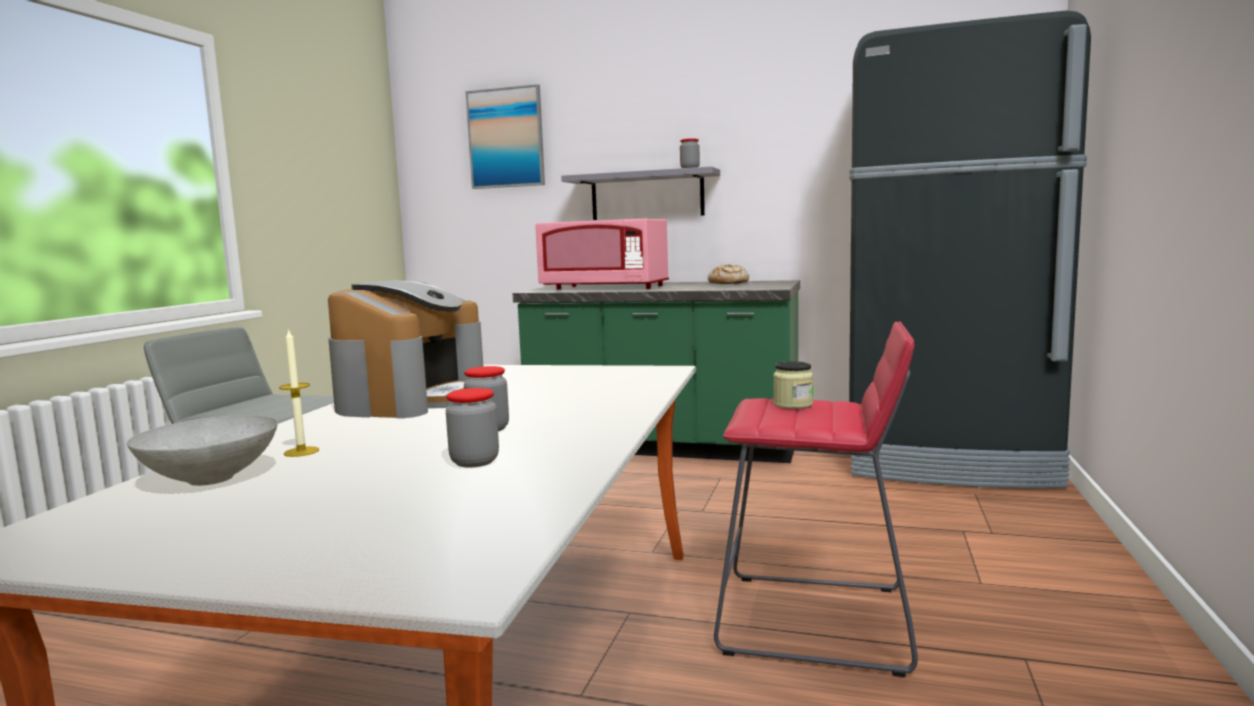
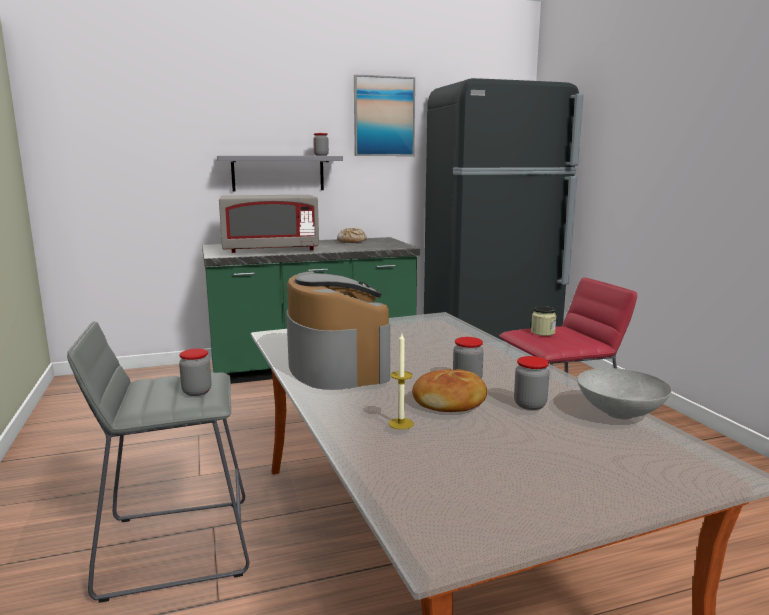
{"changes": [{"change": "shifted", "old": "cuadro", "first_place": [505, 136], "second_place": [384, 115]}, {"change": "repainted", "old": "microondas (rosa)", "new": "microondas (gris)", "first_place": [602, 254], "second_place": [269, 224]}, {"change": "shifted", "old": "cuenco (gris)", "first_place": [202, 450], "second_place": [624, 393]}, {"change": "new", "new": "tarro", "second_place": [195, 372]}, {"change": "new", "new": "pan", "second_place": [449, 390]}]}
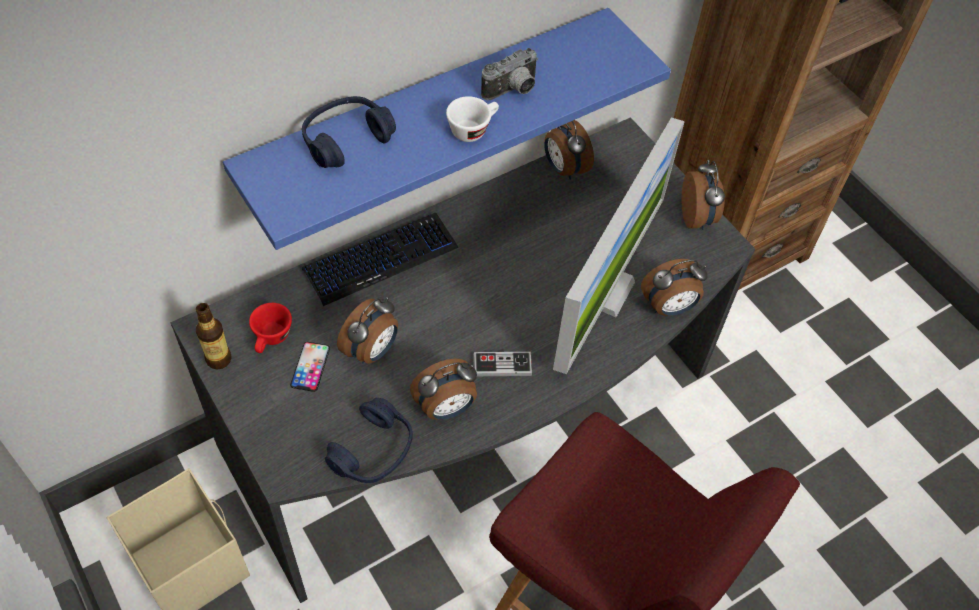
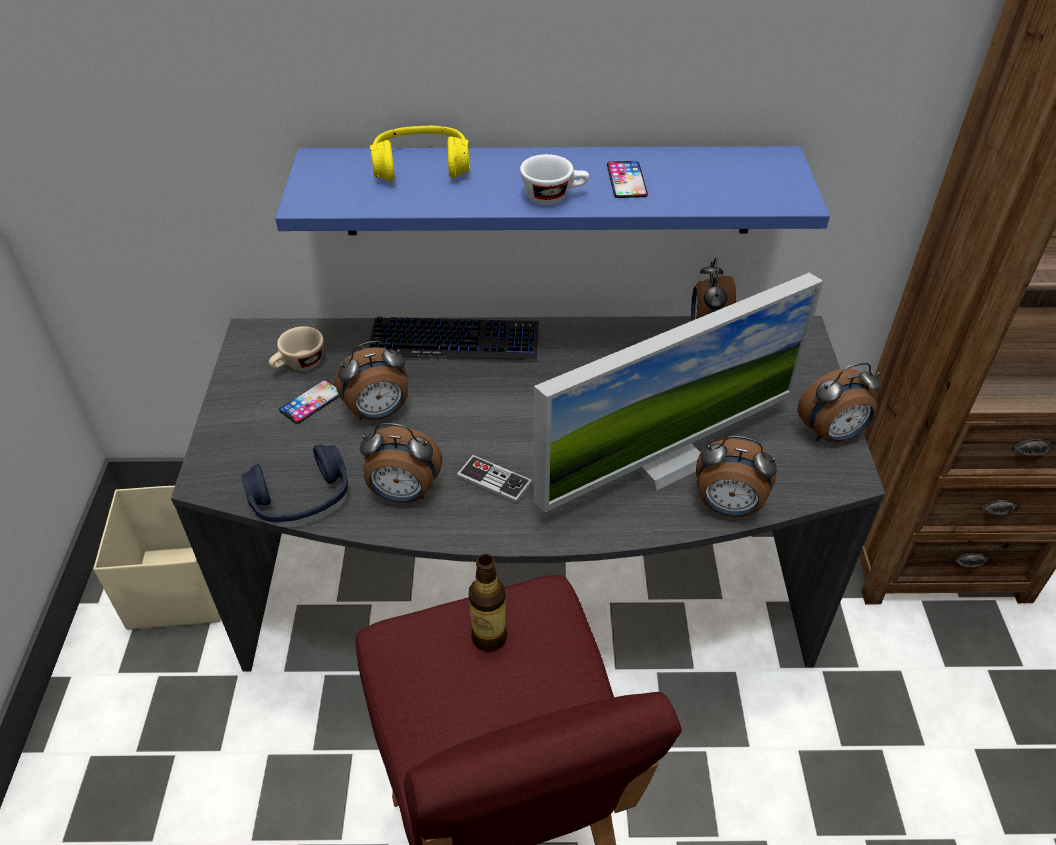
{"changes": [{"change": "swapped", "old": "cámara", "new": "móvil", "first_place": [509, 74], "second_place": [627, 179]}, {"change": "repainted", "old": "auriculares (azul)", "new": "auriculares (amarillo)", "first_place": [349, 132], "second_place": [420, 154]}, {"change": "rotated", "old": "despertador", "first_place": [703, 195], "second_place": [839, 402], "degrees": 45}, {"change": "shifted", "old": "botella", "first_place": [214, 336], "second_place": [488, 603]}, {"change": "repainted", "old": "taza (rojo)", "new": "taza (beis)", "first_place": [270, 328], "second_place": [296, 348]}]}
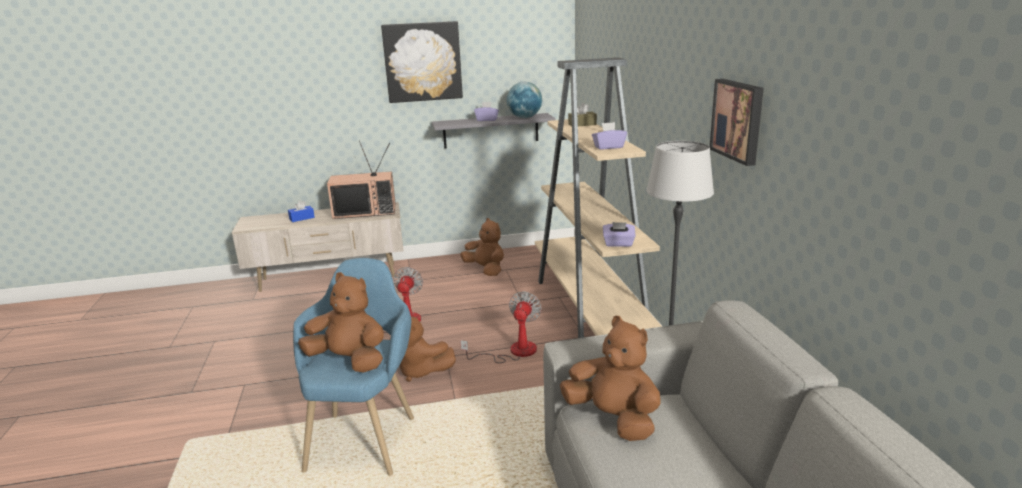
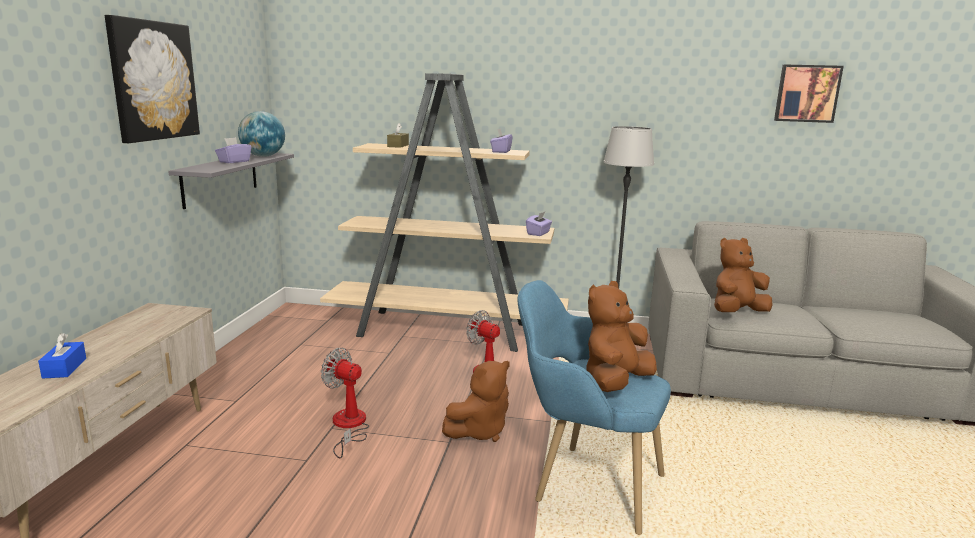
{"changes": [{"change": "shifted", "old": "cuadro", "first_place": [737, 122], "second_place": [809, 94]}, {"change": "gone", "old": "televisor", "first_place": [361, 179]}, {"change": "gone", "old": "peluche (marrón)", "first_place": [482, 247]}]}
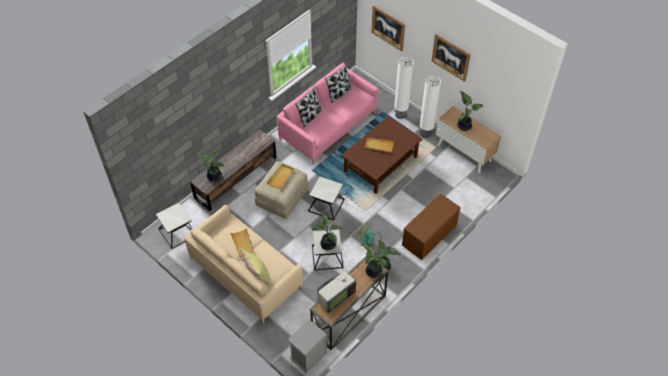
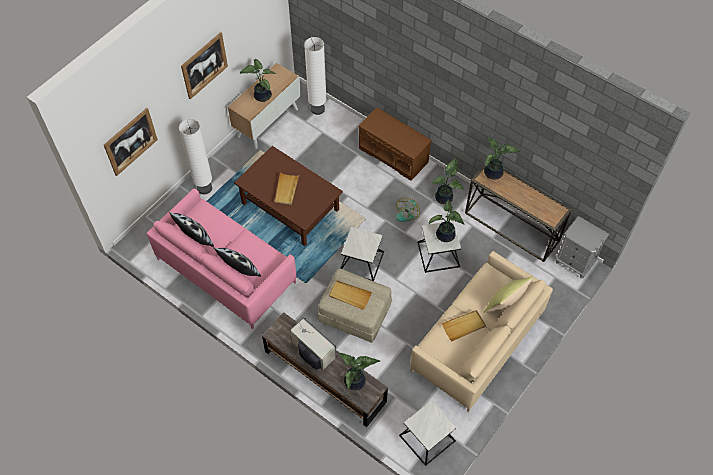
{"changes": [{"change": "shifted", "old": "lámpara de pie (blanco)", "first_place": [430, 106], "second_place": [315, 76]}, {"change": "shifted", "old": "televisor", "first_place": [336, 288], "second_place": [313, 341]}]}
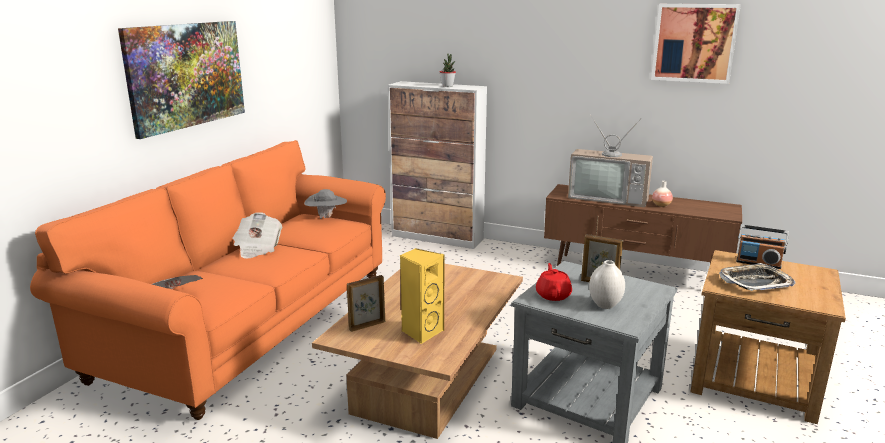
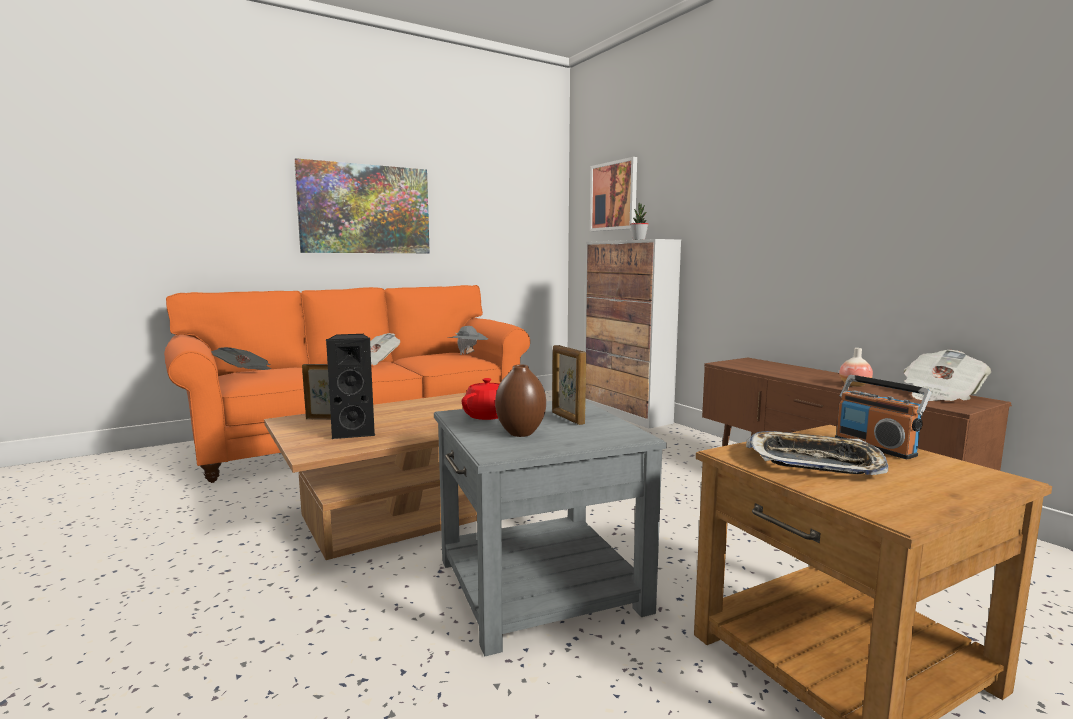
{"changes": [{"change": "shifted", "old": "cuadro", "first_place": [696, 44], "second_place": [613, 194]}, {"change": "gone", "old": "televisor", "first_place": [610, 161]}, {"change": "repainted", "old": "altavoz (amarillo)", "new": "altavoz (negro)", "first_place": [422, 296], "second_place": [350, 386]}, {"change": "repainted", "old": "florero (blanco)", "new": "florero (marrón)", "first_place": [607, 284], "second_place": [520, 400]}, {"change": "new", "new": "periódico", "second_place": [947, 375]}]}
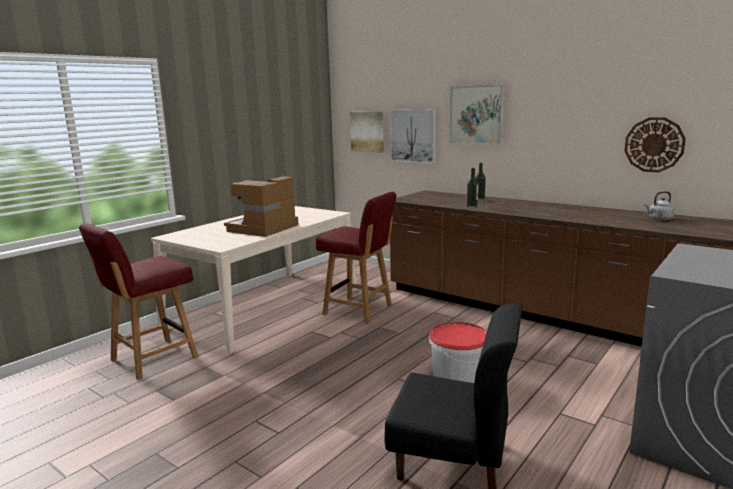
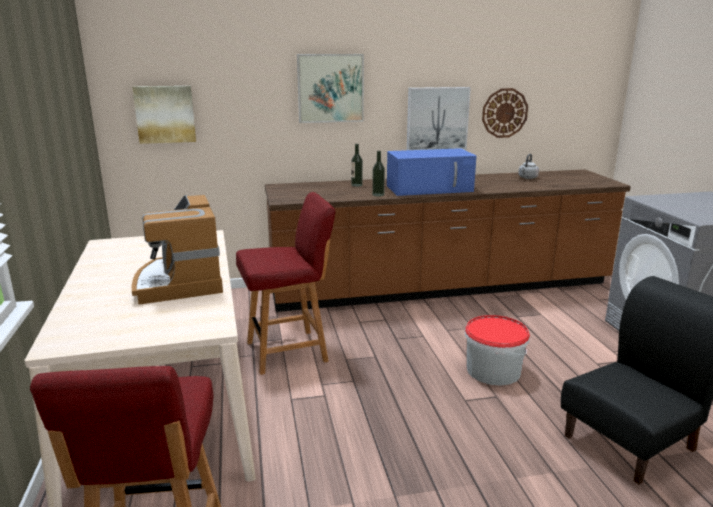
{"changes": [{"change": "shifted", "old": "cuadro", "first_place": [413, 137], "second_place": [439, 118]}, {"change": "new", "new": "microondas (azul)", "second_place": [431, 172]}]}
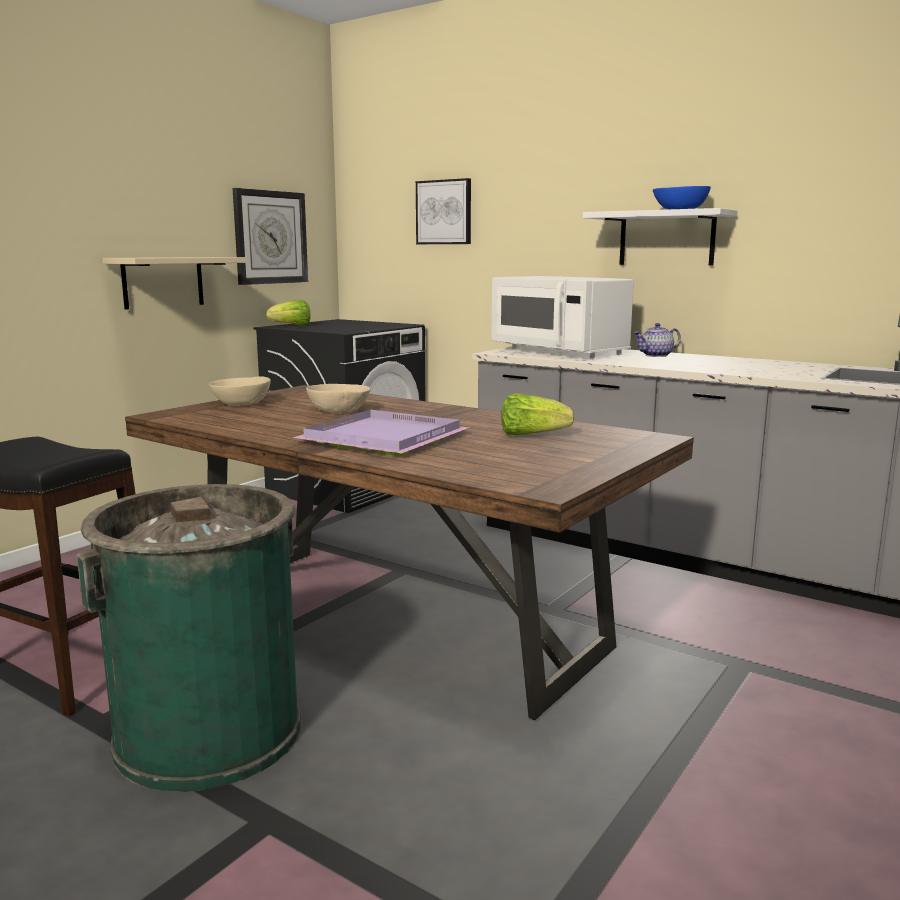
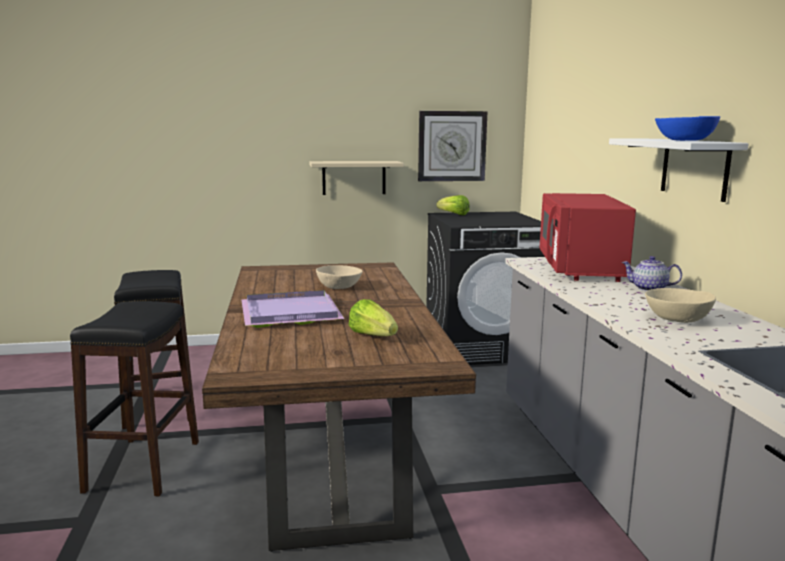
{"changes": [{"change": "gone", "old": "cuadro", "first_place": [443, 211]}, {"change": "repainted", "old": "microondas (blanco)", "new": "microondas (rojo)", "first_place": [562, 317], "second_place": [588, 237]}, {"change": "shifted", "old": "cuenco (beis)", "first_place": [240, 391], "second_place": [680, 305]}, {"change": "swapped", "old": "papelera (verde)", "new": "taburete (negro)", "first_place": [189, 638], "second_place": [134, 398]}]}
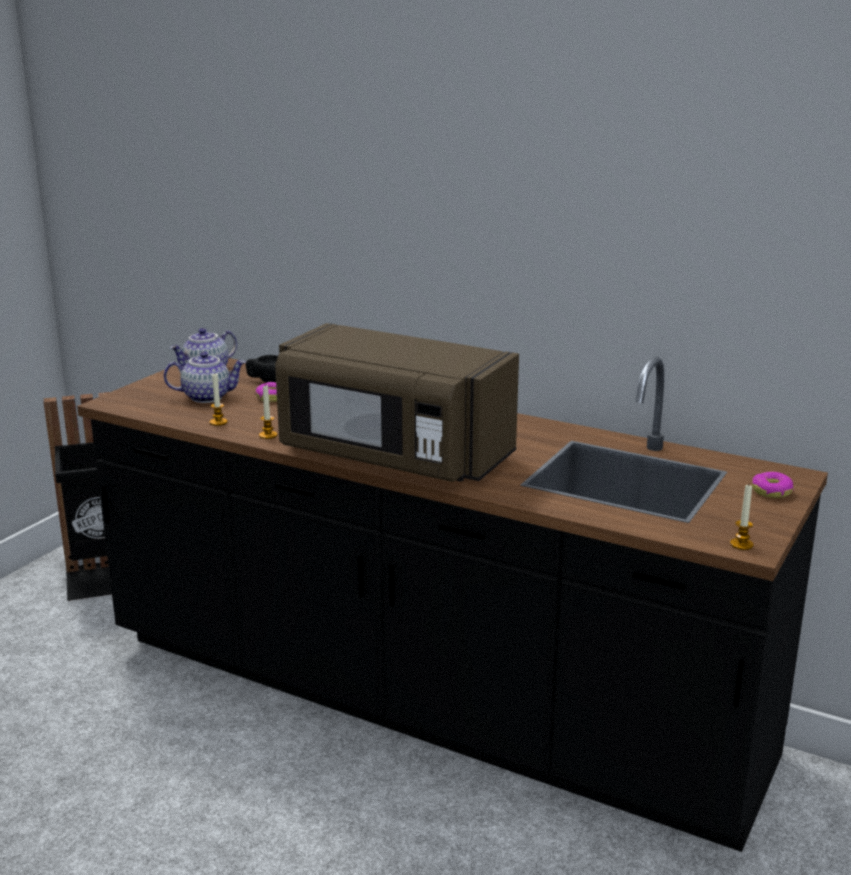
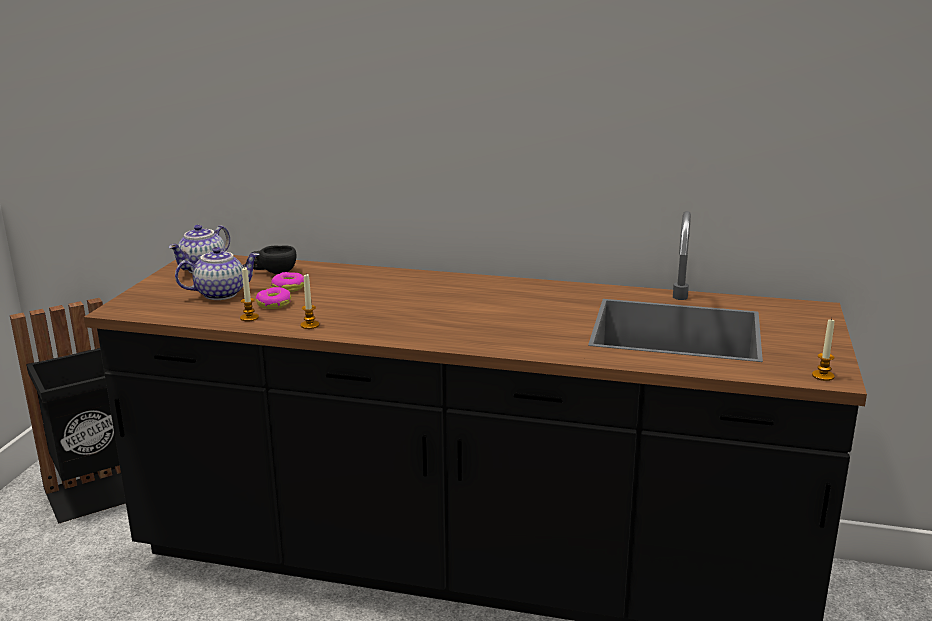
{"changes": [{"change": "gone", "old": "microondas (marrón)", "first_place": [397, 402]}, {"change": "shifted", "old": "rosquilla", "first_place": [773, 485], "second_place": [273, 298]}]}
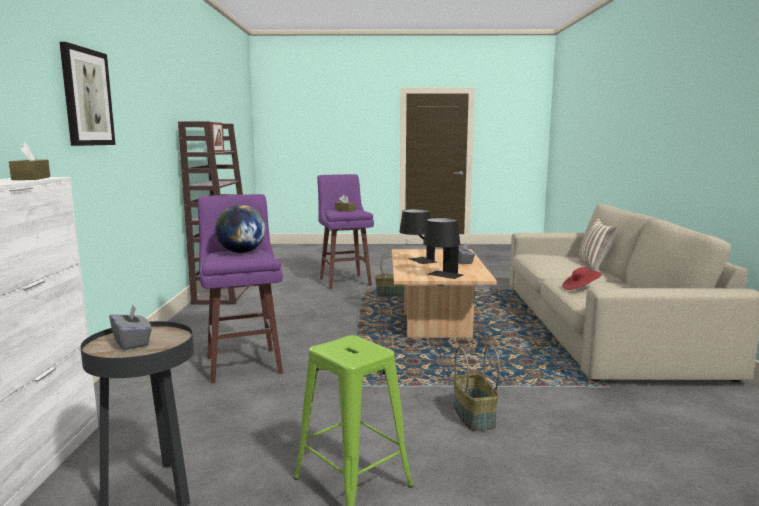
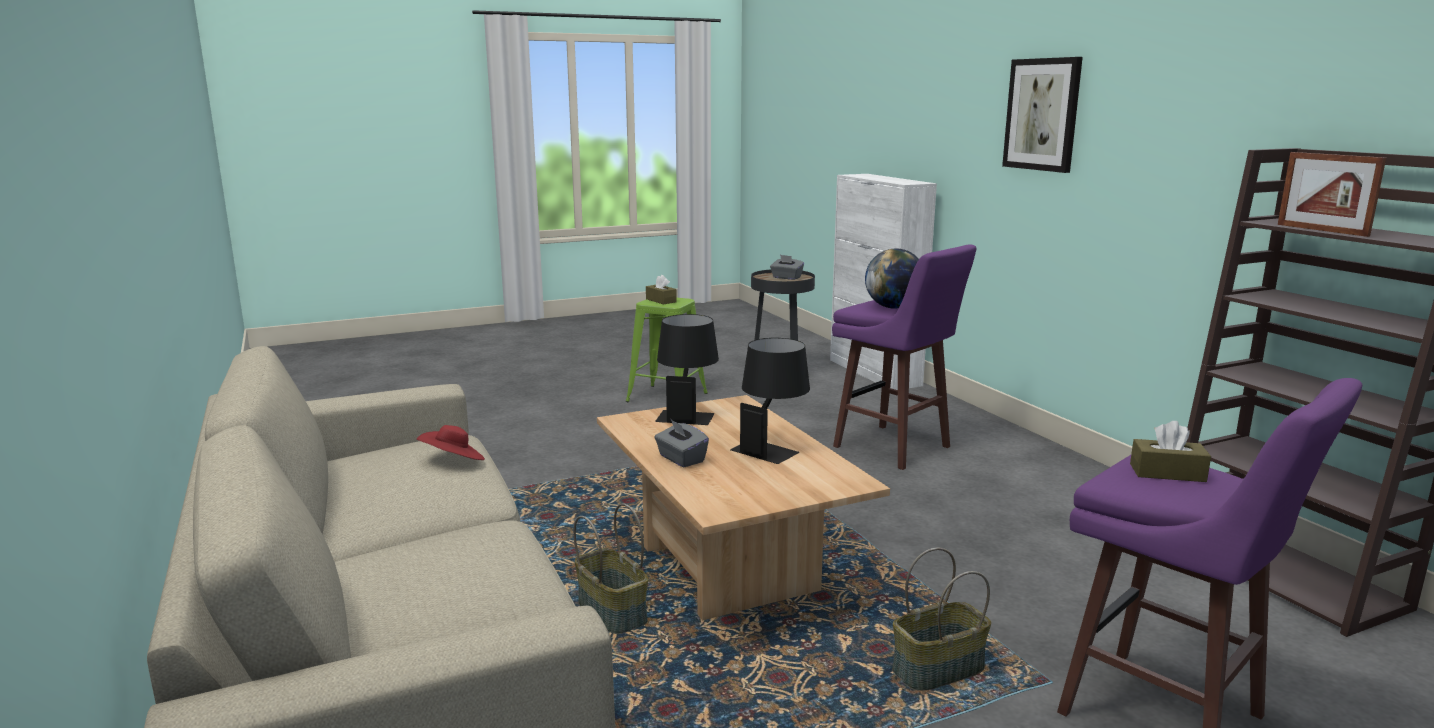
{"changes": [{"change": "shifted", "old": "caja de pañuelos (marrón)", "first_place": [29, 161], "second_place": [661, 290]}, {"change": "gone", "old": "cojín", "first_place": [598, 245]}, {"change": "shifted", "old": "cesta", "first_place": [476, 387], "second_place": [610, 568]}]}
